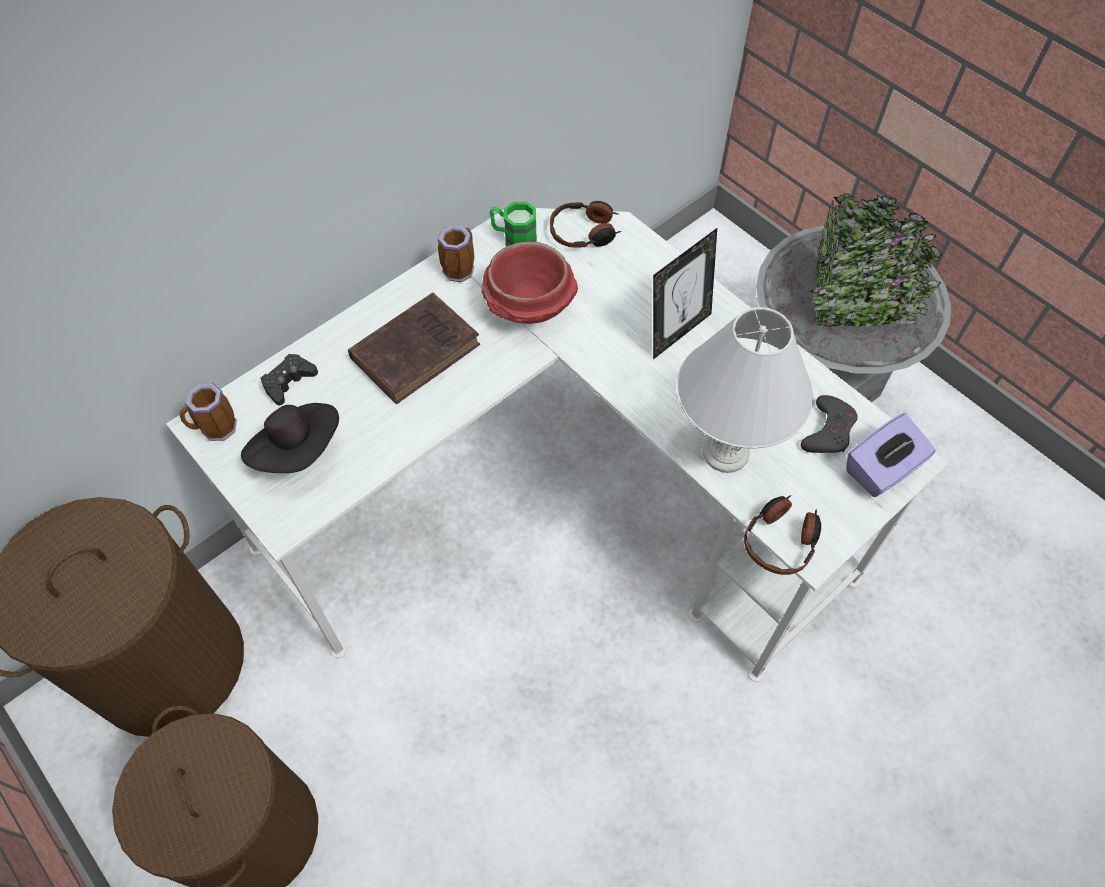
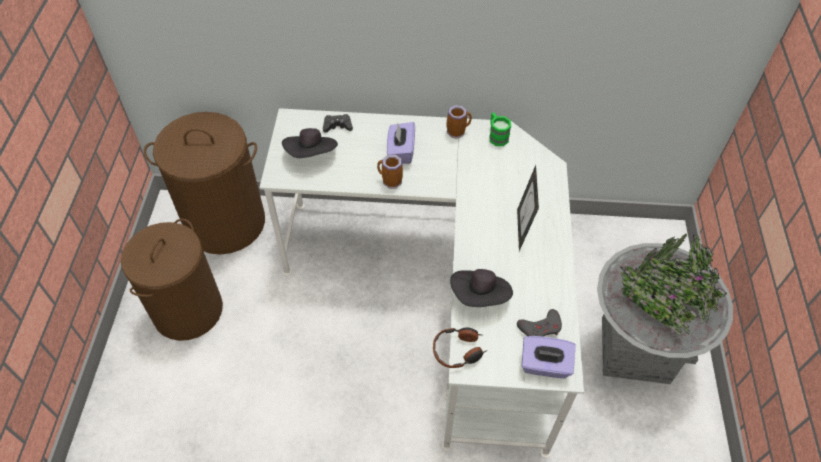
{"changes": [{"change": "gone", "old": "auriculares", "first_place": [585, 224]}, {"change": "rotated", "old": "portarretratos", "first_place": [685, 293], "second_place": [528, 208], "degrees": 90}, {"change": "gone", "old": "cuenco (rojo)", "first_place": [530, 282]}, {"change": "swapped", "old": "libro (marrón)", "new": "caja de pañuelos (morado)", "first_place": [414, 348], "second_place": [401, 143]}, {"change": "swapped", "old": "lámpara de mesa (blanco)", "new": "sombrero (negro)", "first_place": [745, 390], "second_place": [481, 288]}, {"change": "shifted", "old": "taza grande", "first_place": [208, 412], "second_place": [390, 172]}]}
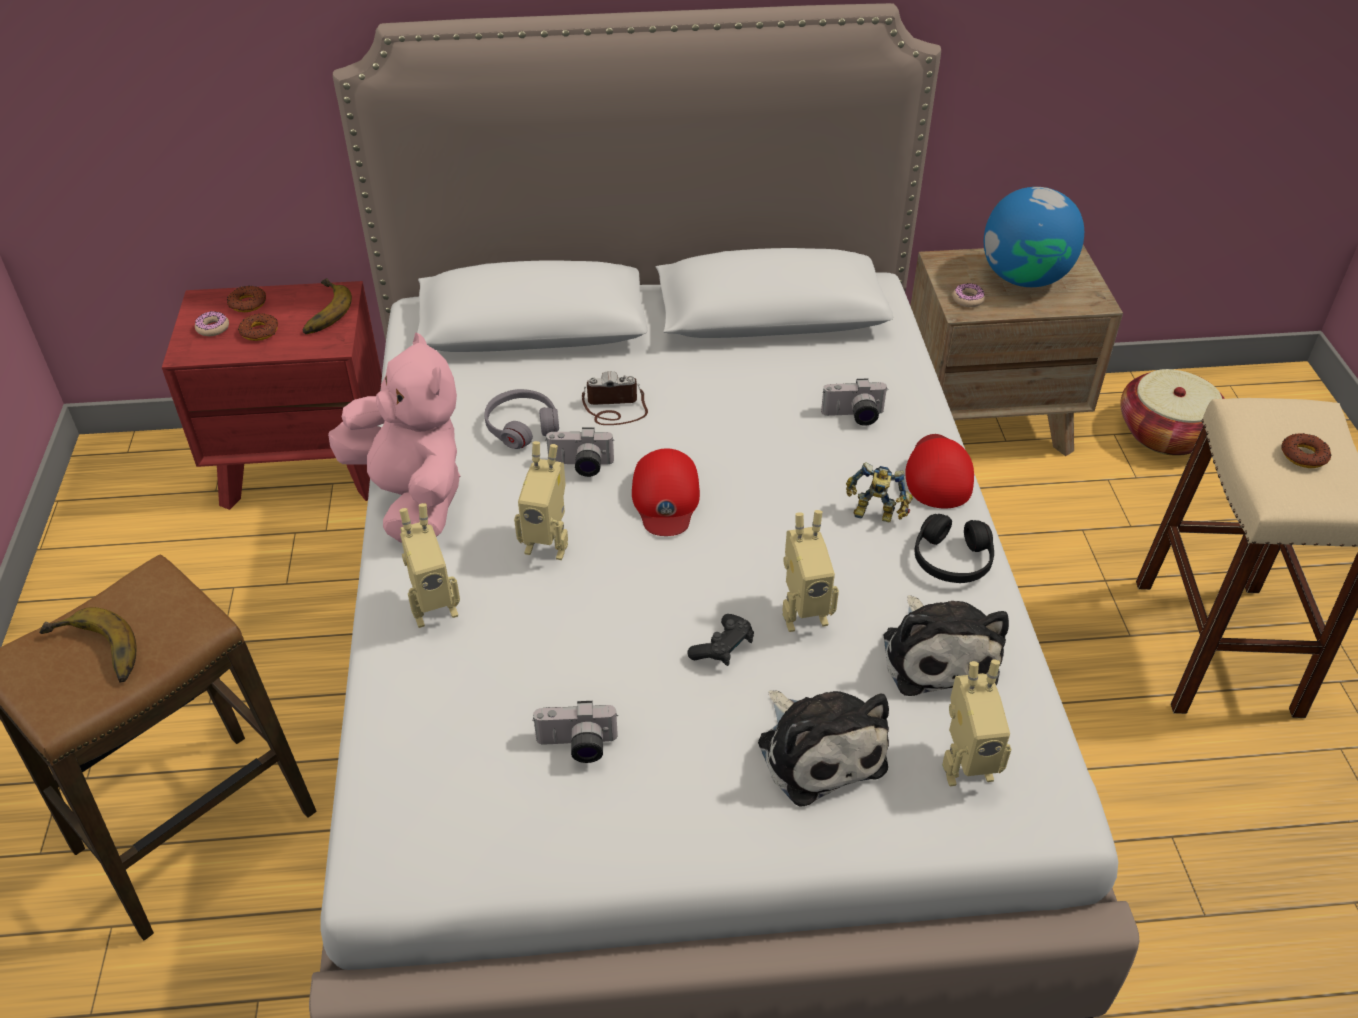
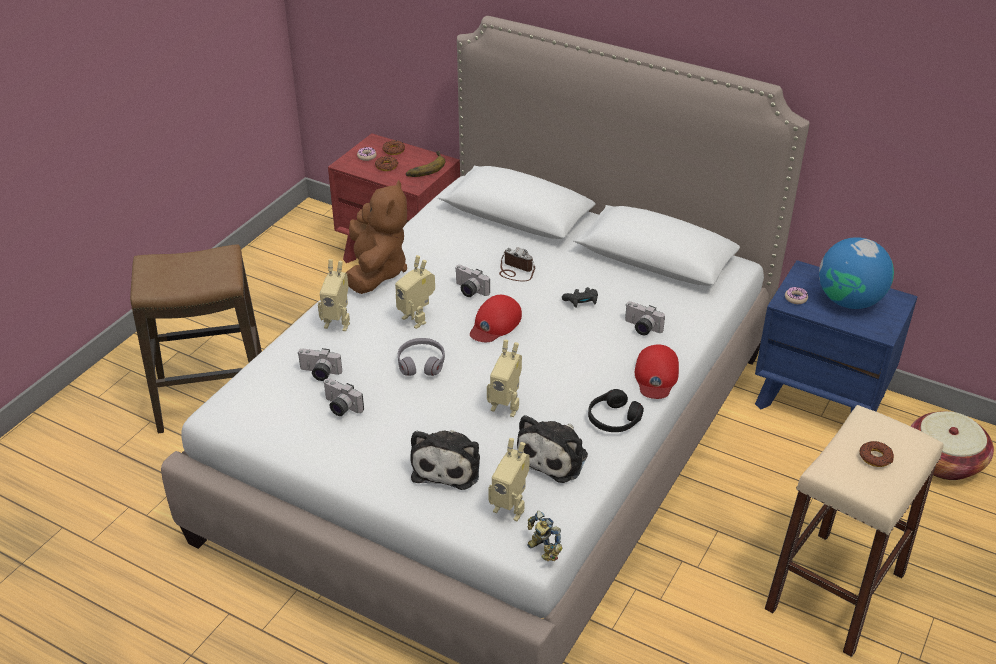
{"changes": [{"change": "repainted", "old": "mesita de noche (marrón)", "new": "mesita de noche (azul)", "first_place": [1017, 350], "second_place": [836, 336]}, {"change": "repainted", "old": "peluche (rosa)", "new": "peluche (marrón)", "first_place": [394, 437], "second_place": [376, 237]}, {"change": "shifted", "old": "auriculares (gris)", "first_place": [521, 419], "second_place": [421, 357]}, {"change": "rotated", "old": "gorra (rojo)", "first_place": [939, 471], "second_place": [657, 371], "degrees": 150}, {"change": "shifted", "old": "robot de juguete", "first_place": [879, 492], "second_place": [545, 536]}, {"change": "gone", "old": "plátano", "first_place": [87, 645]}, {"change": "shifted", "old": "mando de consola (negro)", "first_place": [721, 640], "second_place": [580, 297]}, {"change": "new", "new": "cámara", "second_place": [320, 364]}]}
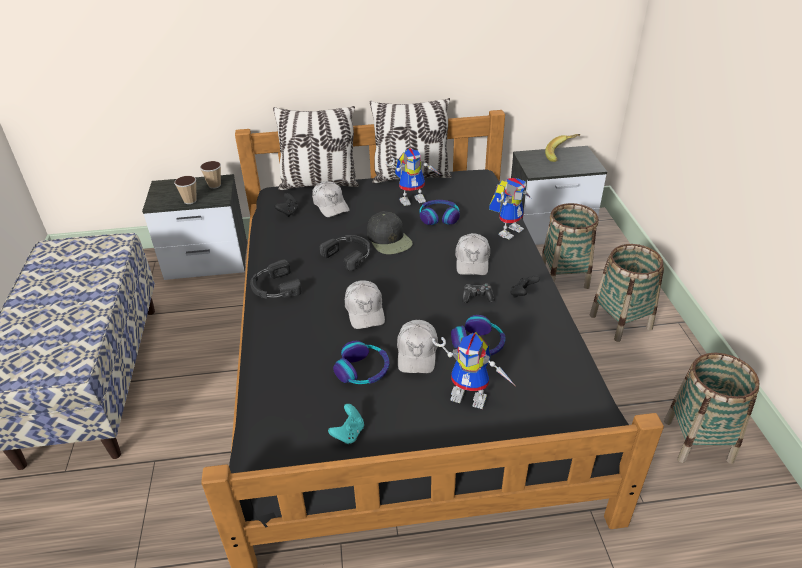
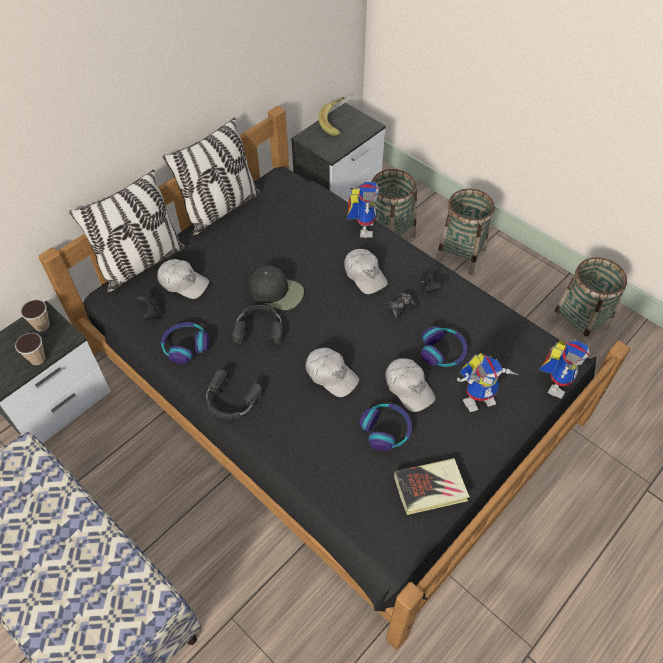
{"changes": [{"change": "shifted", "old": "robot de juguete", "first_place": [413, 177], "second_place": [565, 369]}, {"change": "shifted", "old": "auriculares", "first_place": [439, 212], "second_place": [185, 343]}, {"change": "swapped", "old": "mando de consola (turquesa)", "new": "libro", "first_place": [346, 424], "second_place": [432, 486]}]}
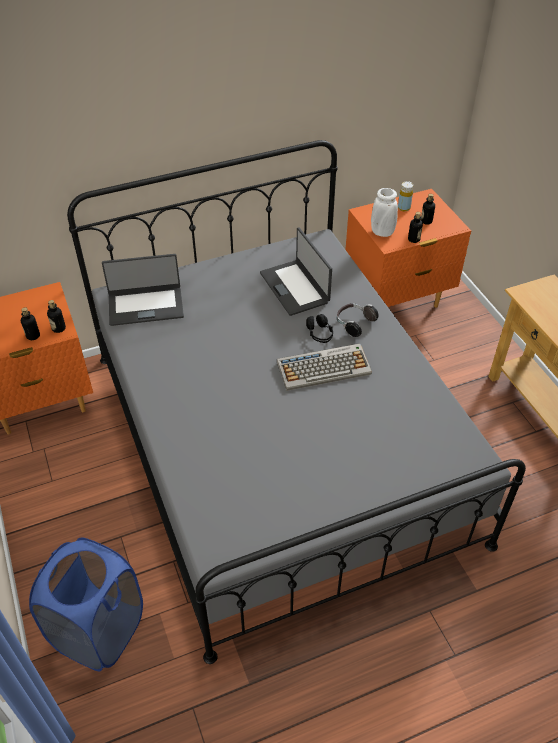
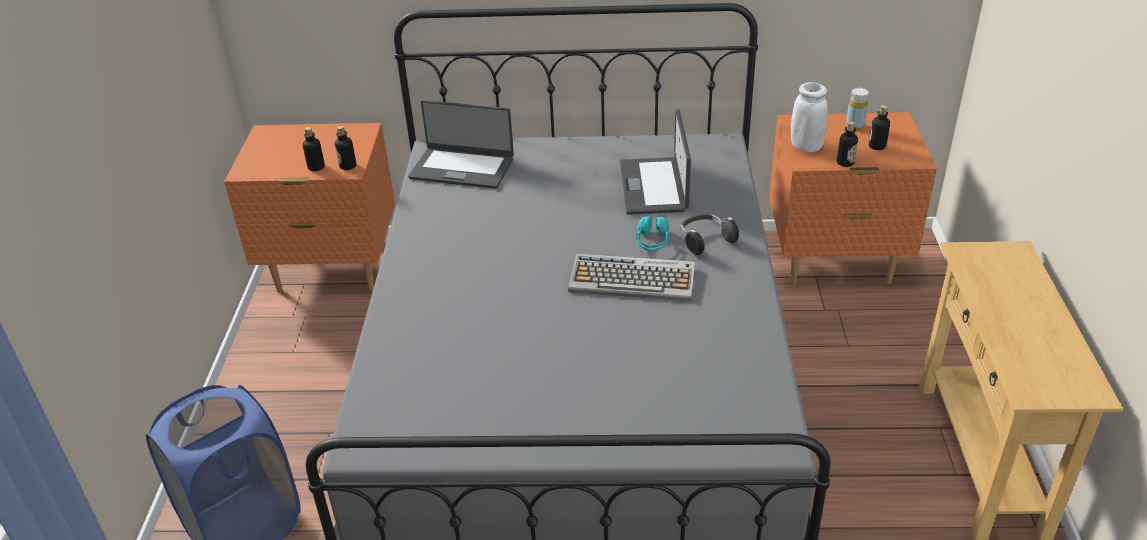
{"changes": [{"change": "repainted", "old": "auriculares (negro)", "new": "auriculares (turquesa)", "first_place": [319, 328], "second_place": [652, 233]}]}
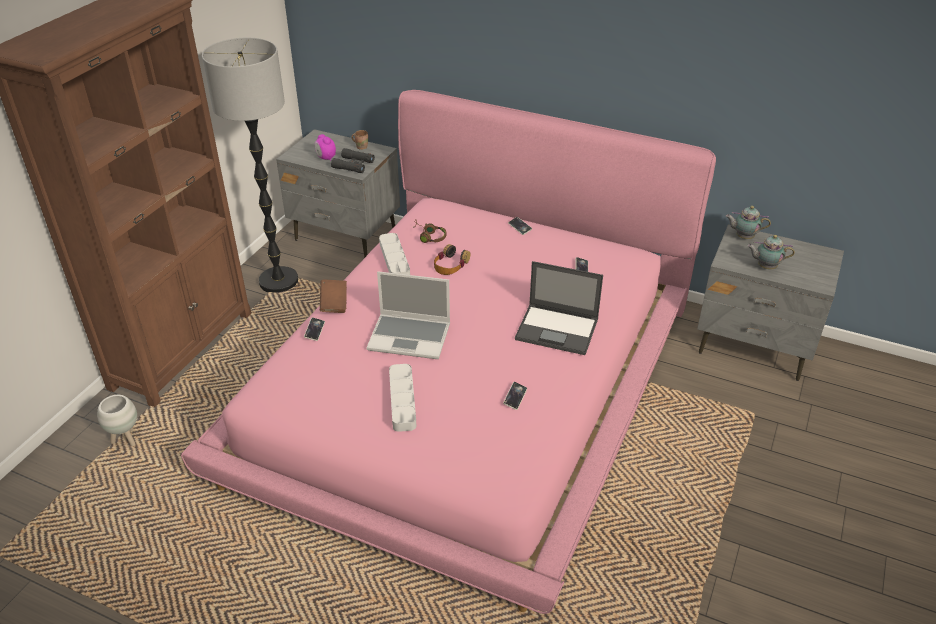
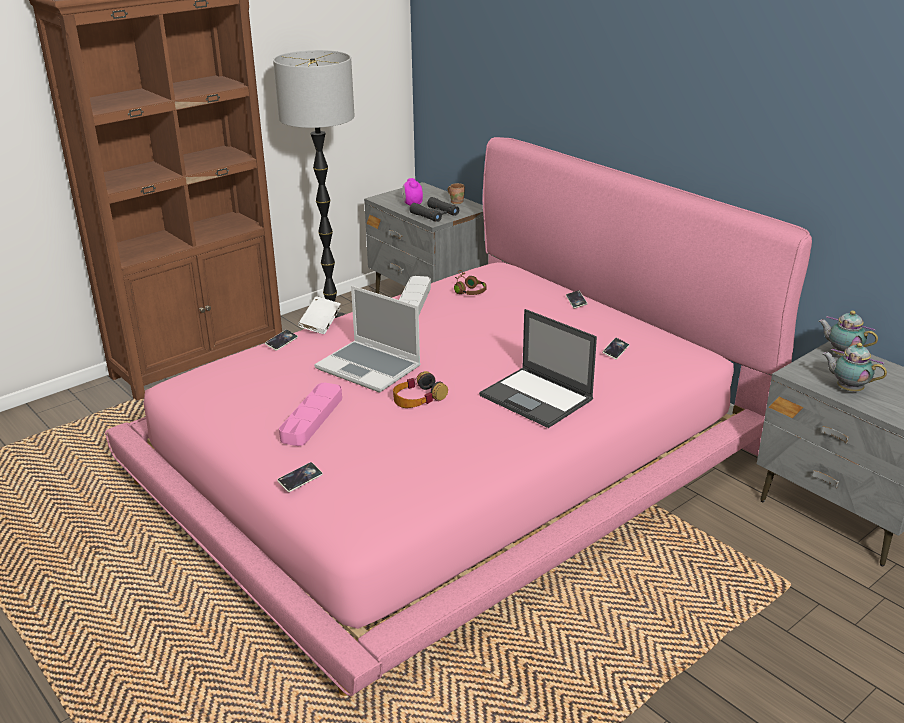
{"changes": [{"change": "shifted", "old": "auriculares", "first_place": [452, 259], "second_place": [420, 389]}, {"change": "repainted", "old": "libro (marrón)", "new": "libro (blanco)", "first_place": [333, 296], "second_place": [319, 315]}, {"change": "repainted", "old": "bandeja (gris)", "new": "bandeja (rosa)", "first_place": [402, 398], "second_place": [310, 414]}, {"change": "shifted", "old": "móvil", "first_place": [515, 396], "second_place": [300, 477]}, {"change": "gone", "old": "maceta (blanco)", "first_place": [117, 420]}]}
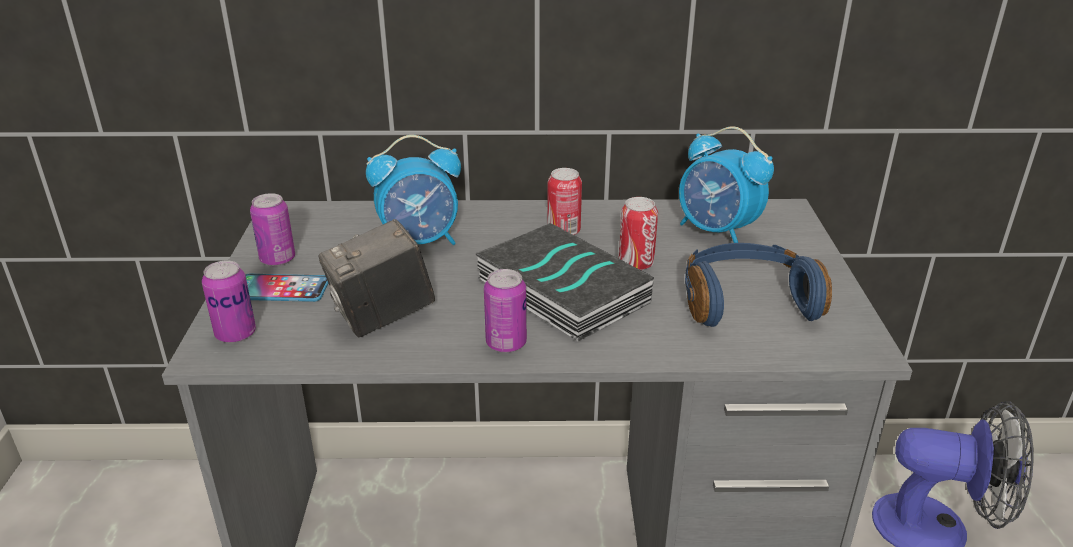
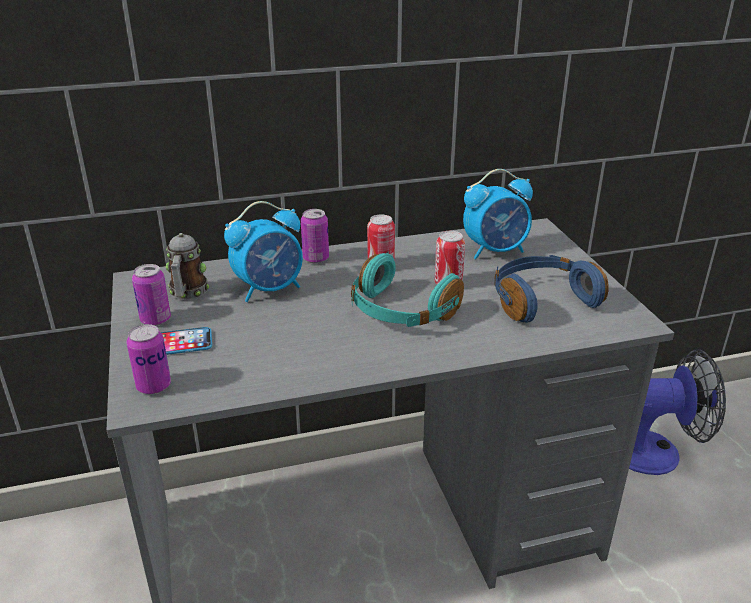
{"changes": [{"change": "rotated", "old": "despertador", "first_place": [726, 185], "second_place": [498, 214], "degrees": -45}, {"change": "gone", "old": "cámara", "first_place": [376, 278]}, {"change": "swapped", "old": "libro", "new": "auriculares (turquesa)", "first_place": [564, 282], "second_place": [407, 290]}, {"change": "shifted", "old": "lata", "first_place": [505, 311], "second_place": [315, 236]}, {"change": "new", "new": "taza grande", "second_place": [187, 266]}]}
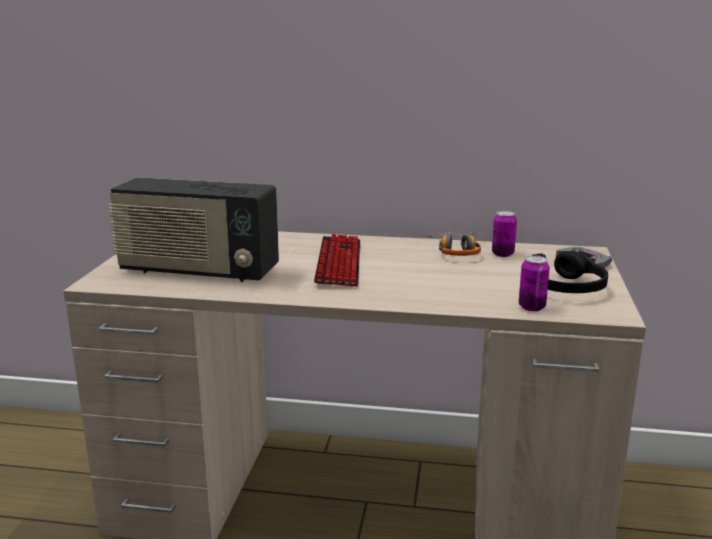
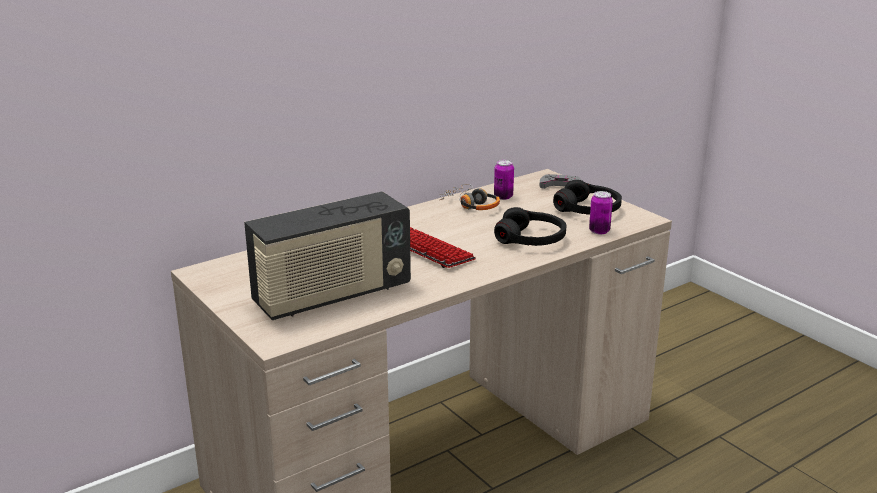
{"changes": [{"change": "new", "new": "auriculares (negro)", "second_place": [530, 226]}]}
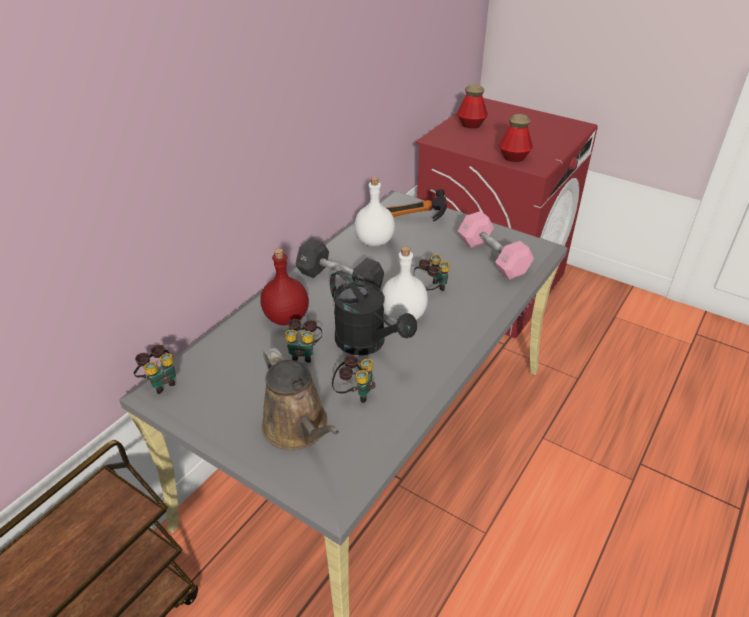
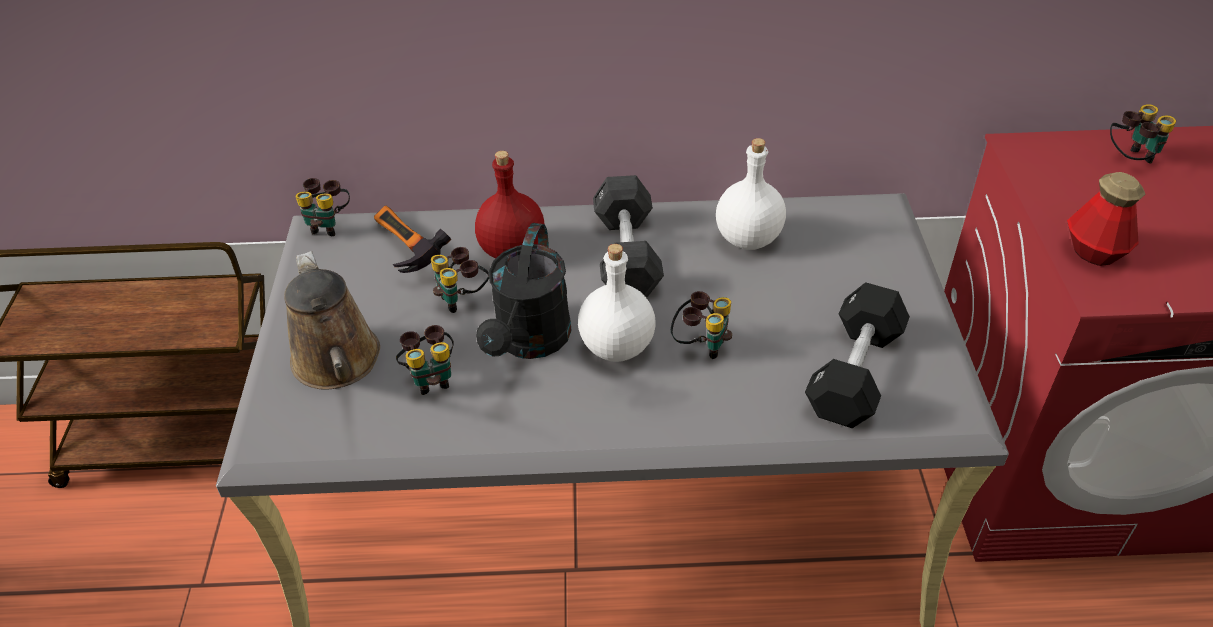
{"changes": [{"change": "swapped", "old": "botella", "new": "prismáticos", "first_place": [472, 106], "second_place": [1143, 133]}, {"change": "shifted", "old": "martillo", "first_place": [416, 205], "second_place": [412, 239]}, {"change": "repainted", "old": "mancuerna (rosa)", "new": "mancuerna (negro)", "first_place": [496, 245], "second_place": [857, 355]}, {"change": "rotated", "old": "regadera (marrón)", "first_place": [300, 398], "second_place": [332, 320], "degrees": -45}]}
